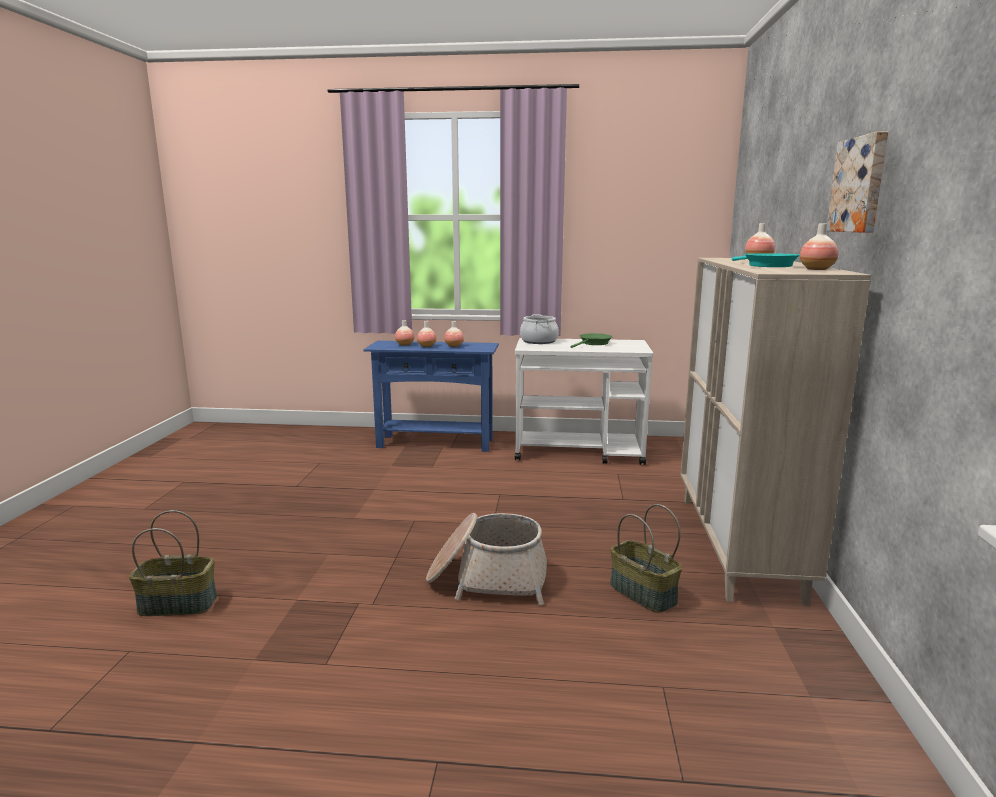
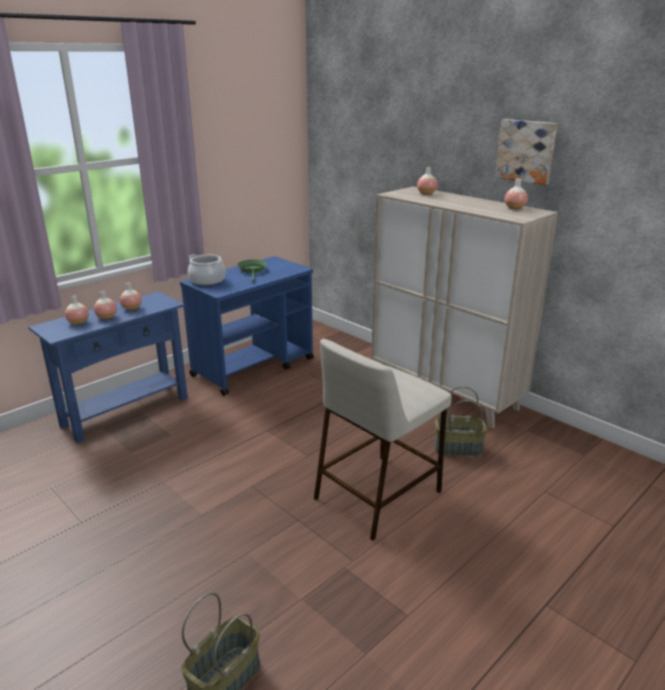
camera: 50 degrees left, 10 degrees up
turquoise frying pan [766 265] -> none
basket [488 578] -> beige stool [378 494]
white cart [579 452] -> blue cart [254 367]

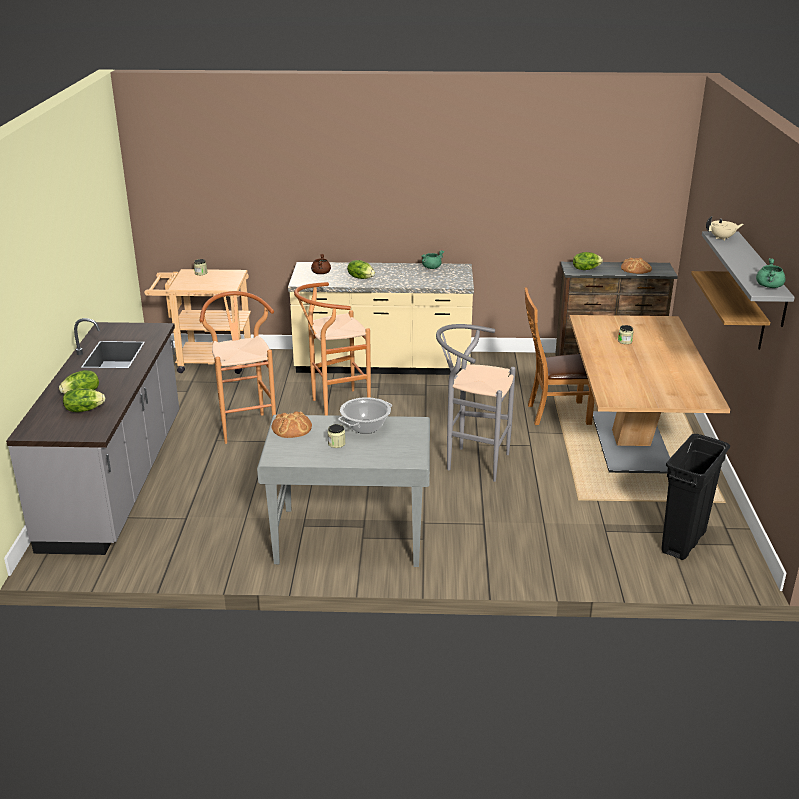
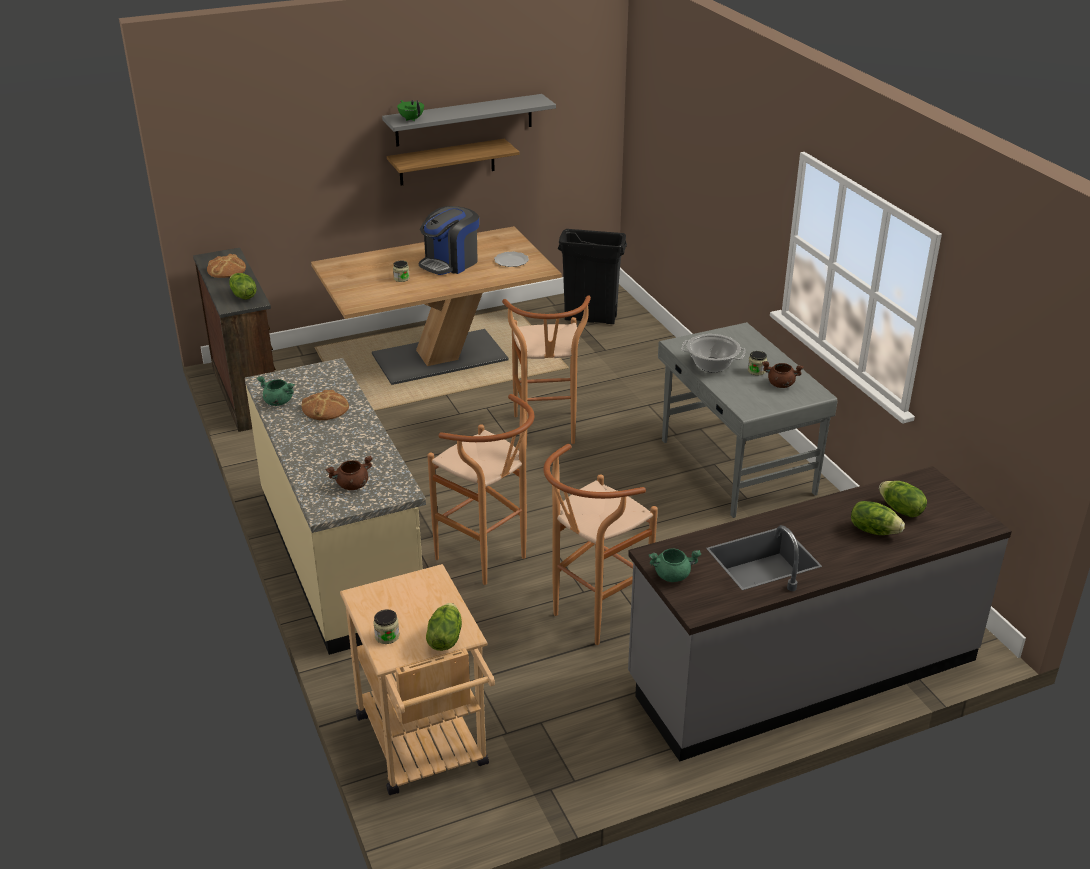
camera: 115 degrees left, 5 degrees up
brown chair [554 414] -> none
none -> coffee machine [450 263]
none -> plate [511 261]
none -> brown cooking pot [780 384]
bread [292 427] -> bread [325 408], move
lettuce [361 277] -> lettuce [444 639], move
green cooking pot [769 286] -> green cooking pot [672 575], move
grey stool [471 462] -> brown stool [547 433]
beige teapot [722 238] -> green teapot [411 119]

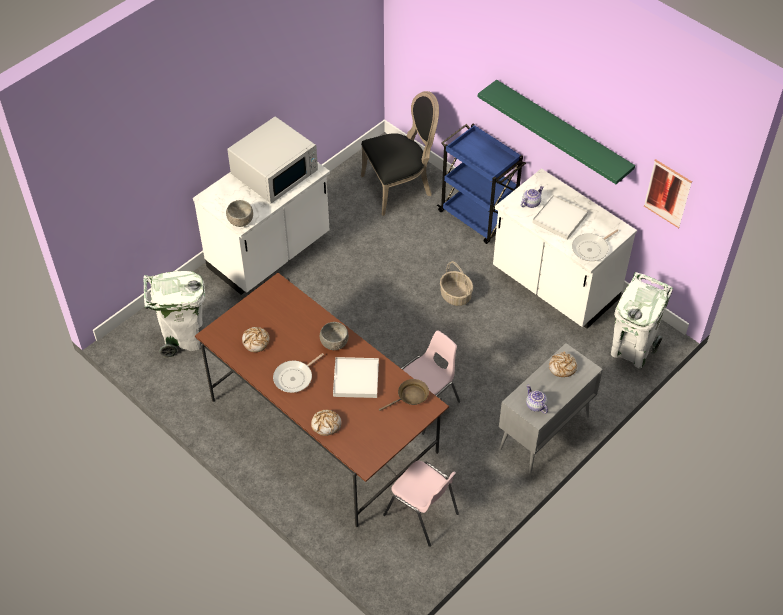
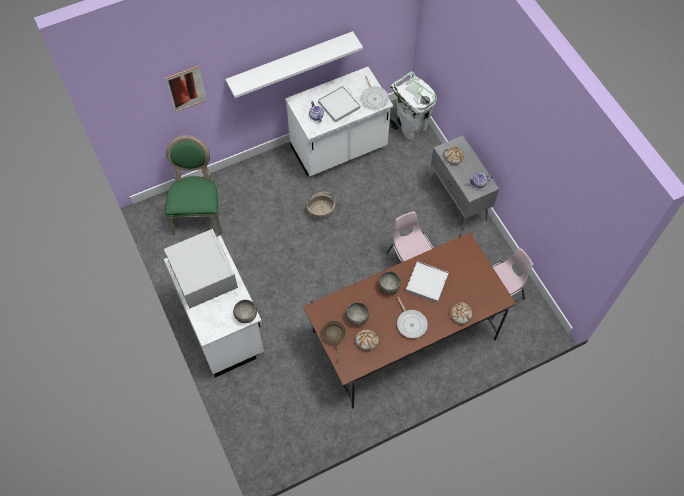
camera: 70 degrees left, 10 degrees up
white trash can [183 338] -> none
blue cart [478 217] -> none
none -> grey bowl [357 318]
brown frying pan [410 396] -> brown frying pan [334 336], move
picture [667 193] -> picture [186 88], move
black chair [400 187] -> green chair [198 212]
green shelf [562 132] -> white shelf [290 62]

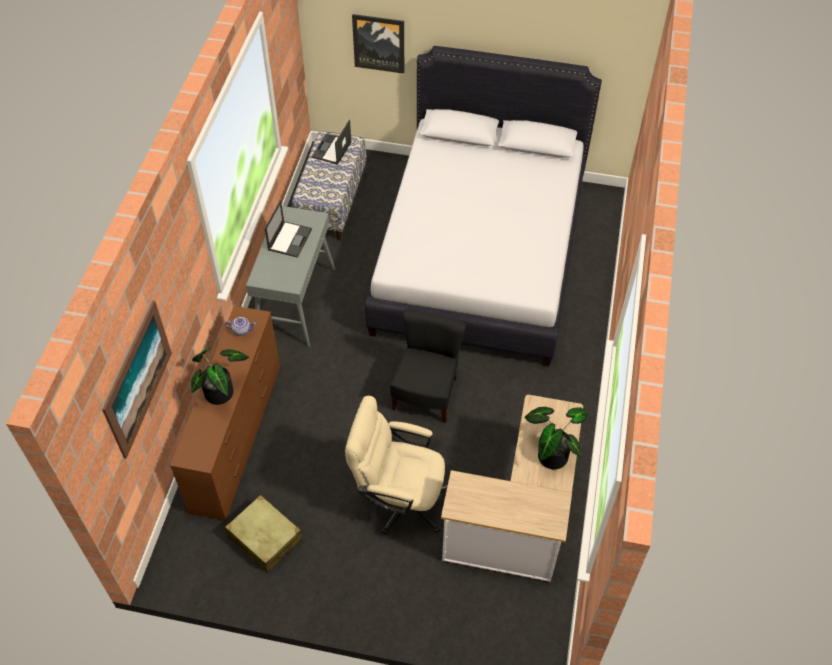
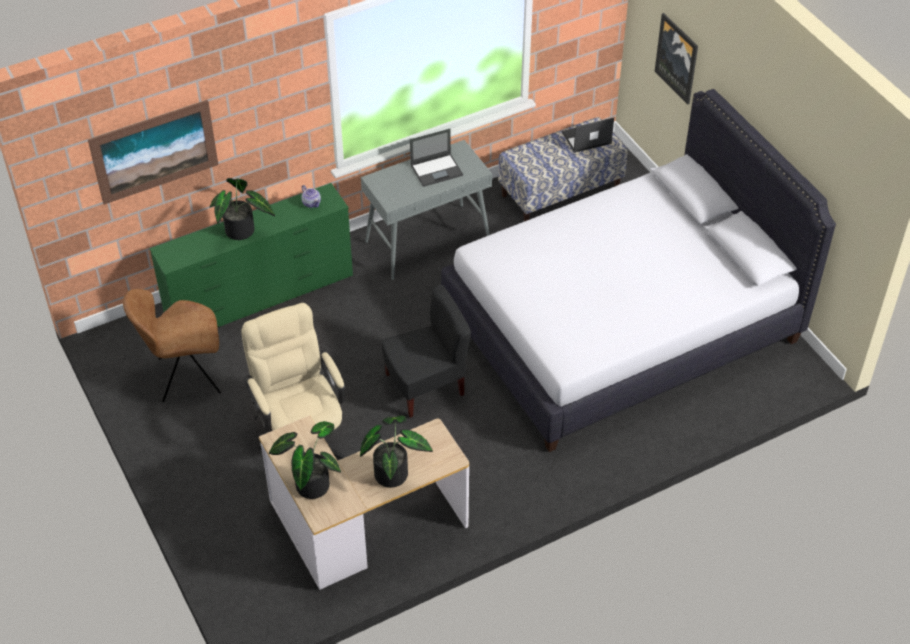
camera: 50 degrees right, 5 degrees down
none -> potted plant [310 482]
beige suitcase [265 538] -> brown chair [186 376]
brown dresser [237 436] -> green dresser [260 296]

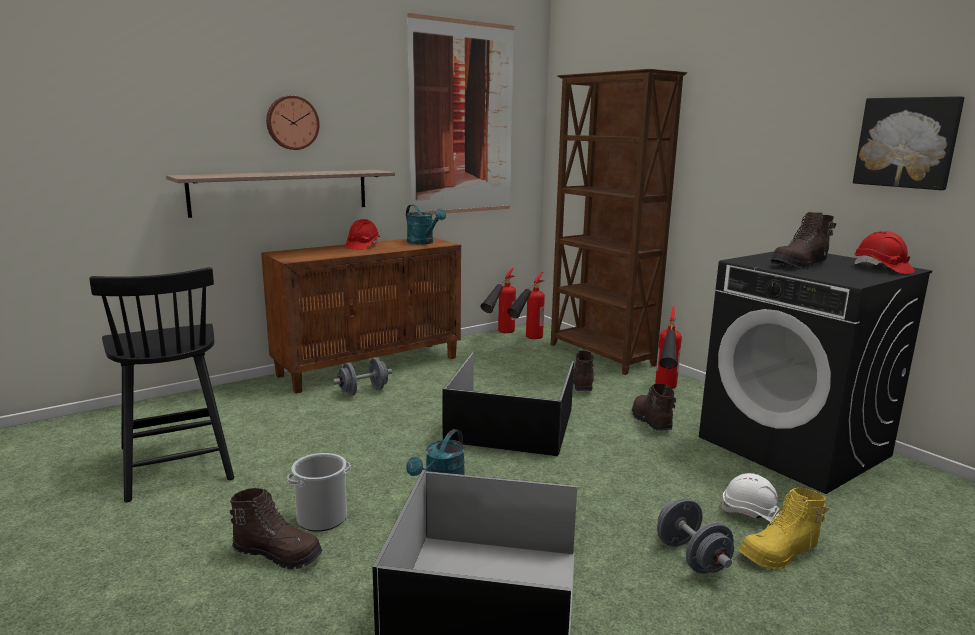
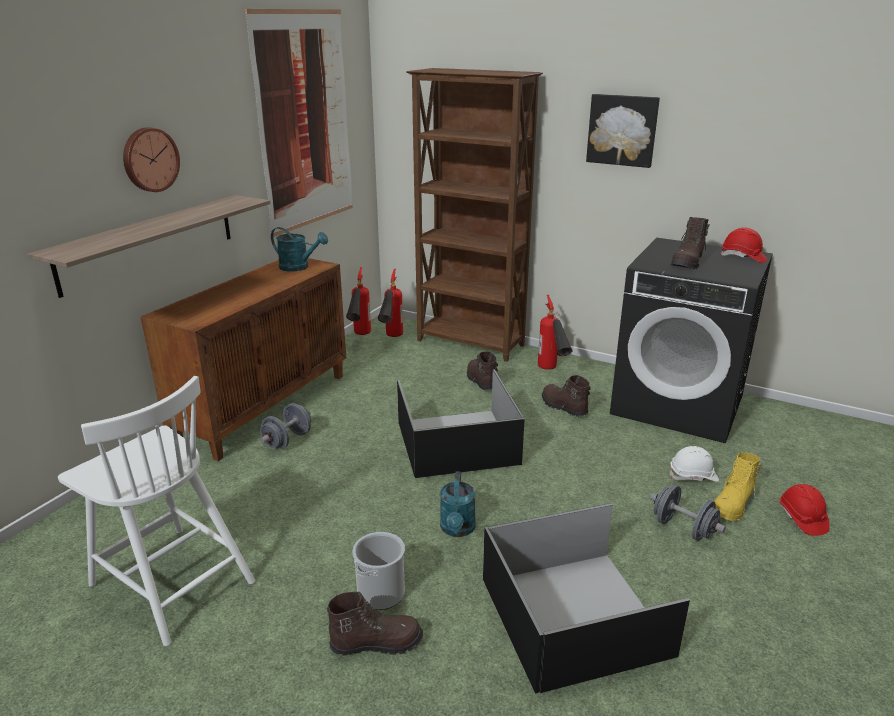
camera: 25 degrees left, 10 degrees up
red hard hat [362 246] -> red hard hat [802 518], move
picture [907 142] -> picture [622 130], move
black chair [176 461] -> white chair [170 581]

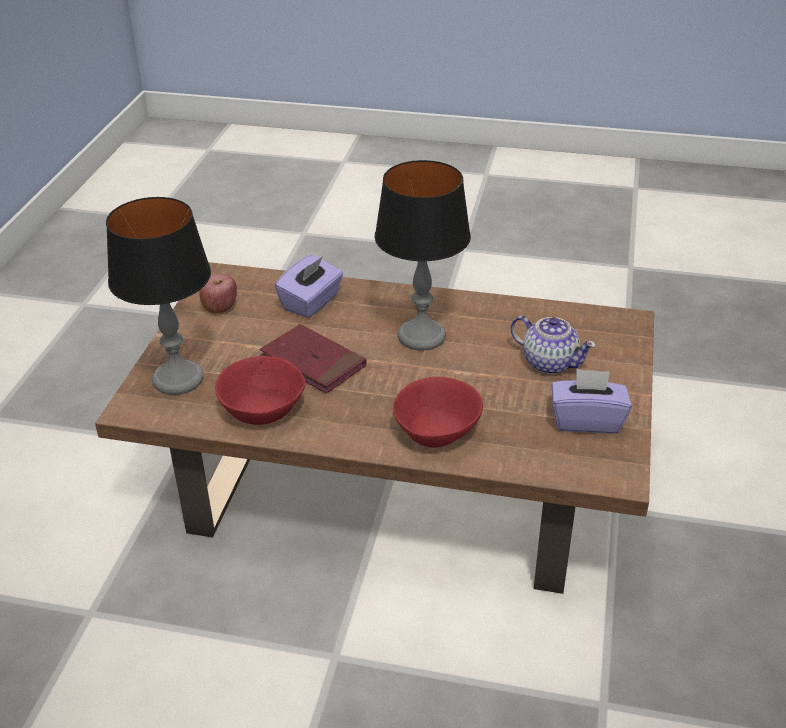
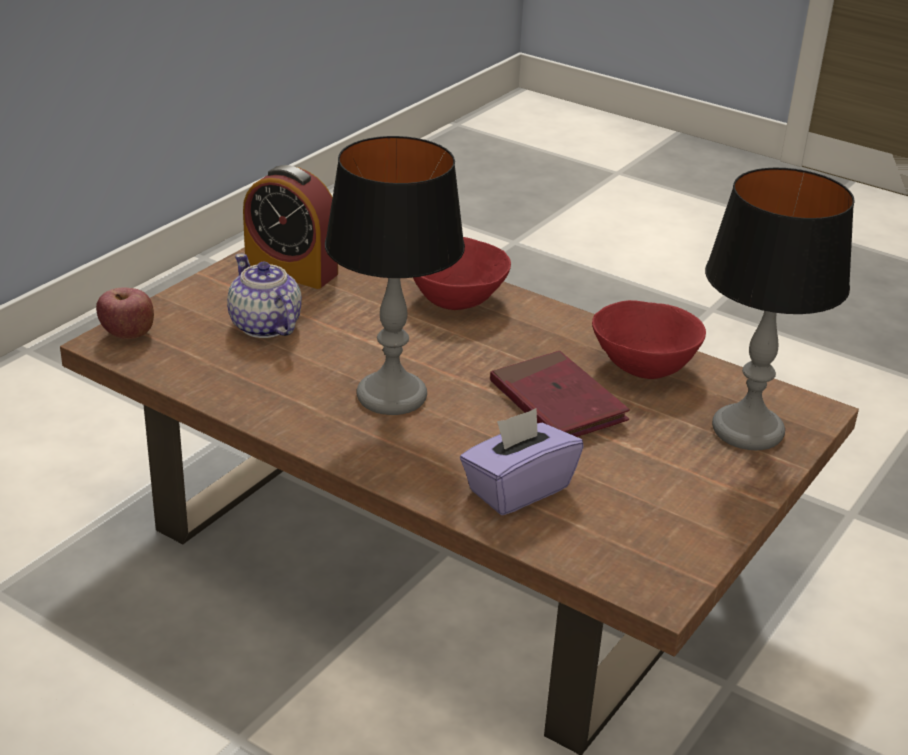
camera: 160 degrees left, 5 degrees down
apple [220 308] -> apple [128 334], move
purple tissue box [586 420] -> alarm clock [291 270]

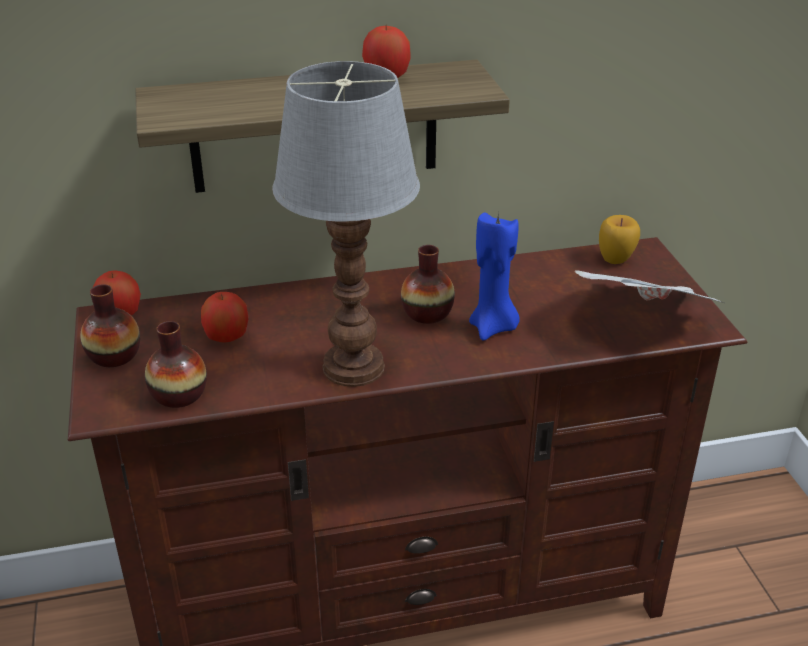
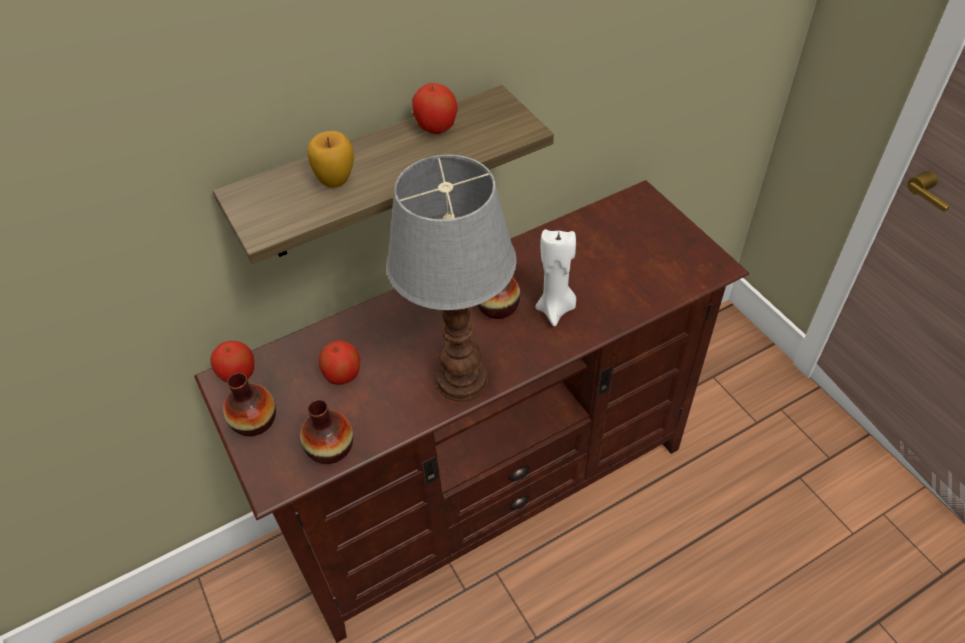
camera: 15 degrees left, 15 degrees up
newspaper [646 319] -> none
apple [616 260] -> apple [336 181], move
blue candle [493 328] -> white candle [556 309]

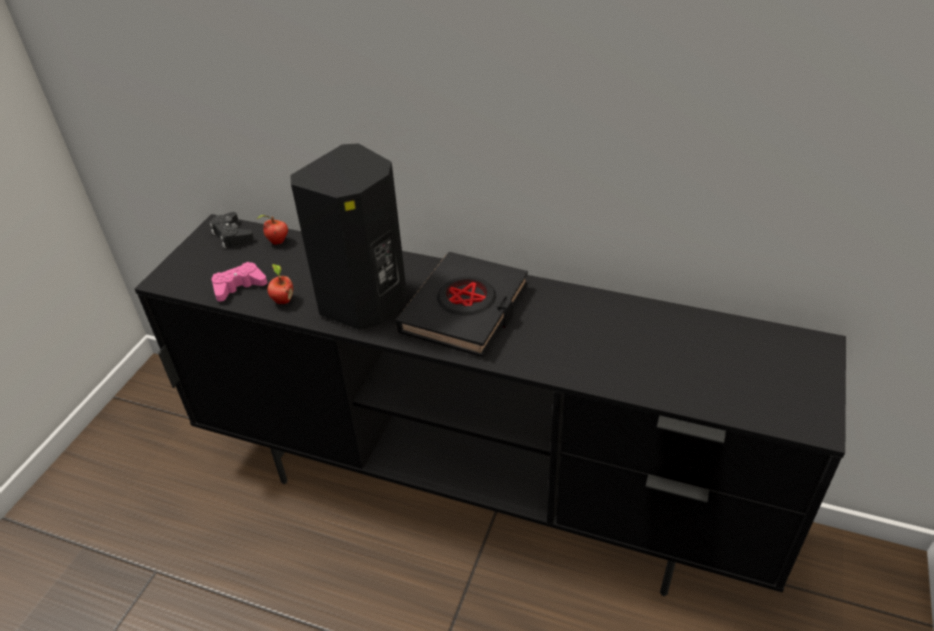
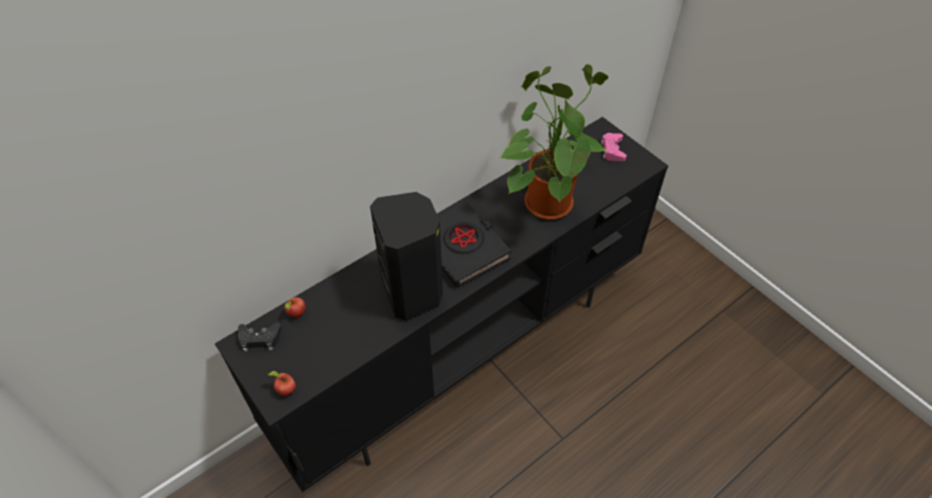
camera: 60 degrees left, 10 degrees up
none -> potted plant [545 199]
pink game controller [239 286] -> pink game controller [612 150], move
apple [282 300] -> apple [286 390], move

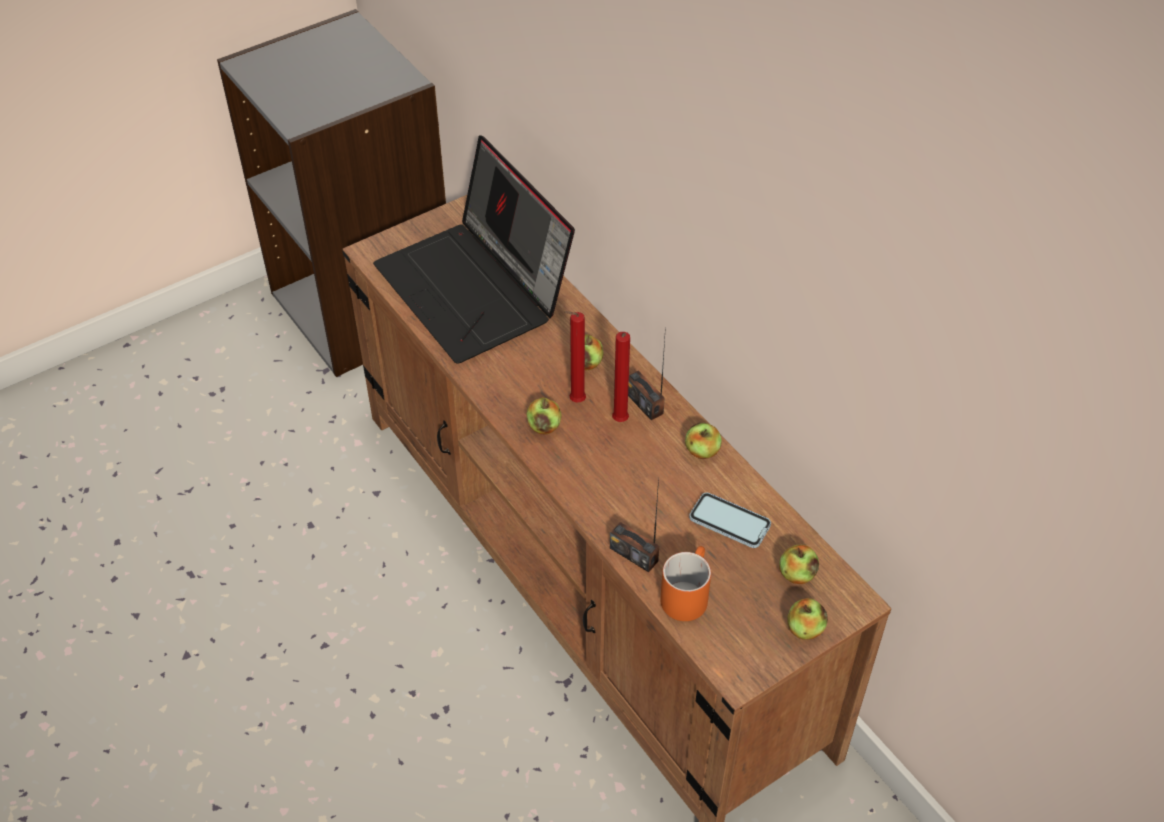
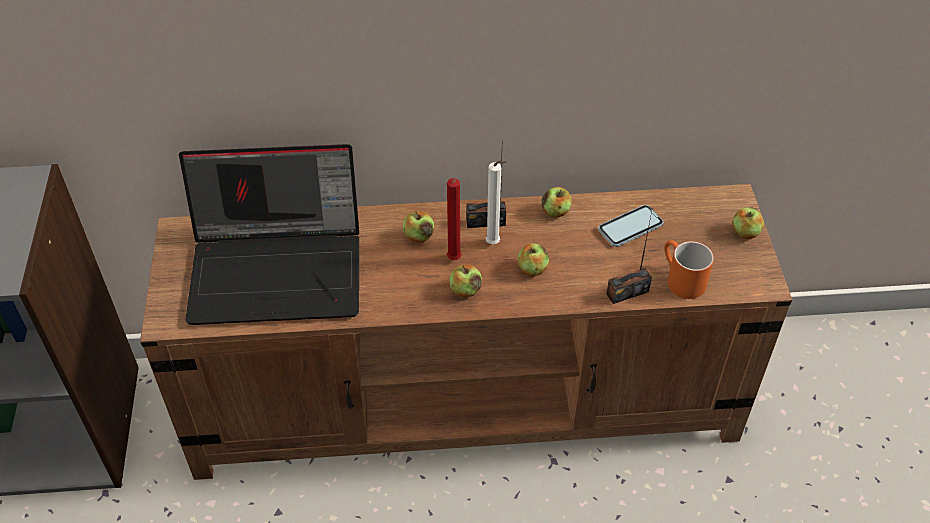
camera: 60 degrees left, 0 degrees up
apple [797 574] -> apple [532 269], move
red candle [619 422] -> white candle [494 244]

